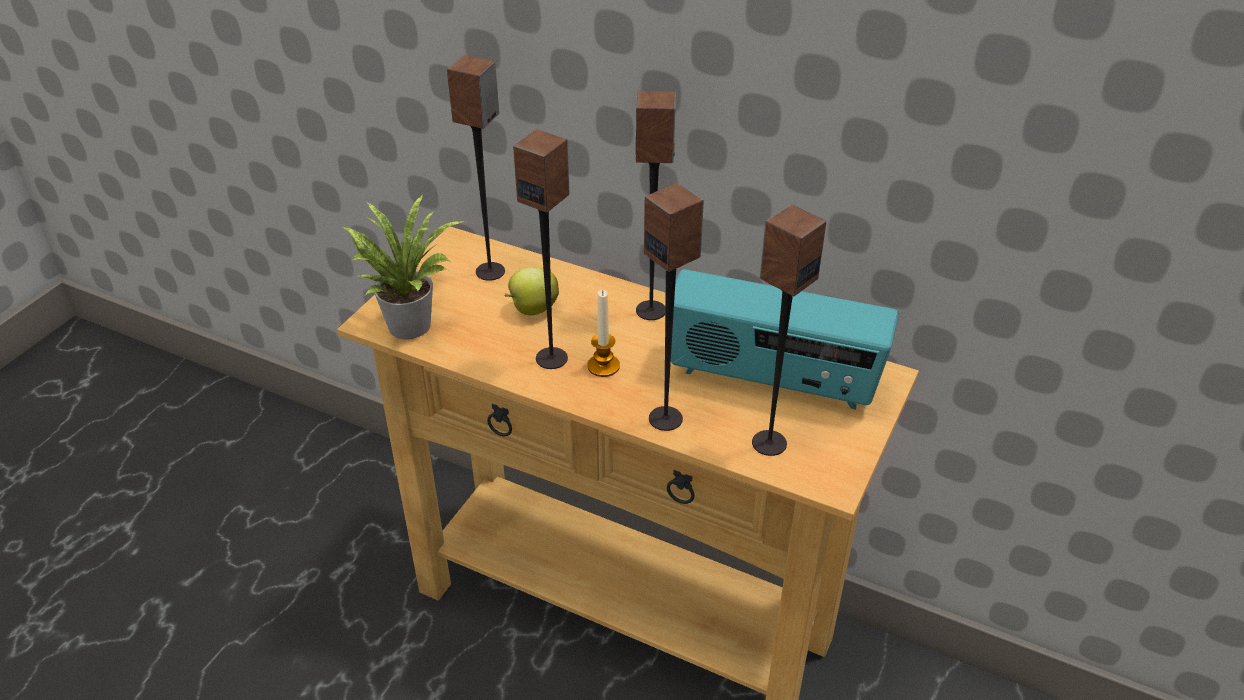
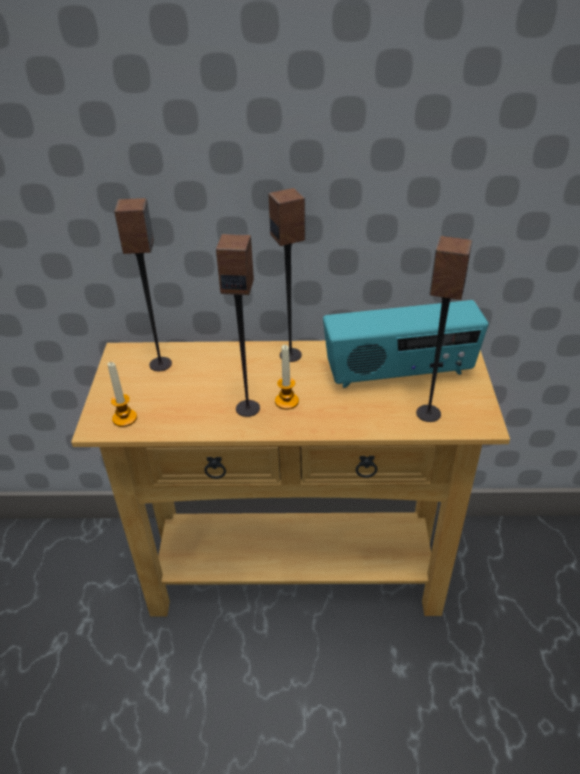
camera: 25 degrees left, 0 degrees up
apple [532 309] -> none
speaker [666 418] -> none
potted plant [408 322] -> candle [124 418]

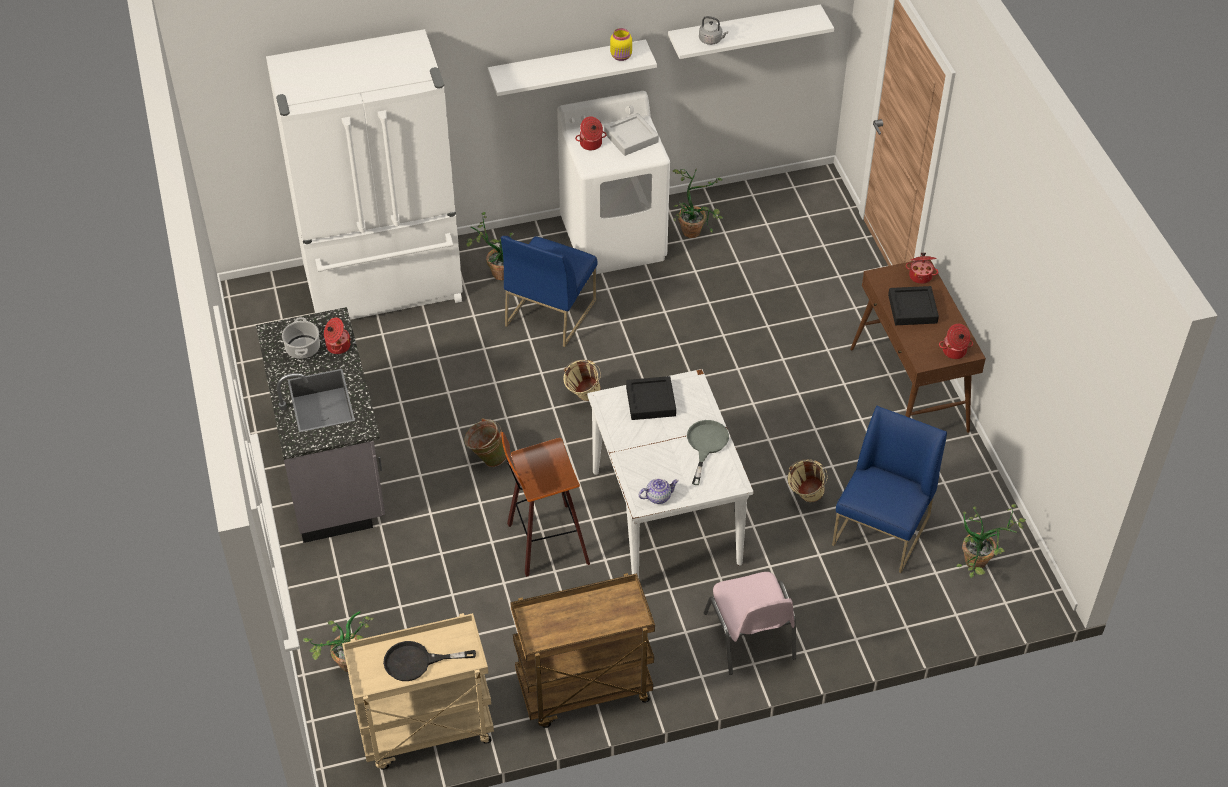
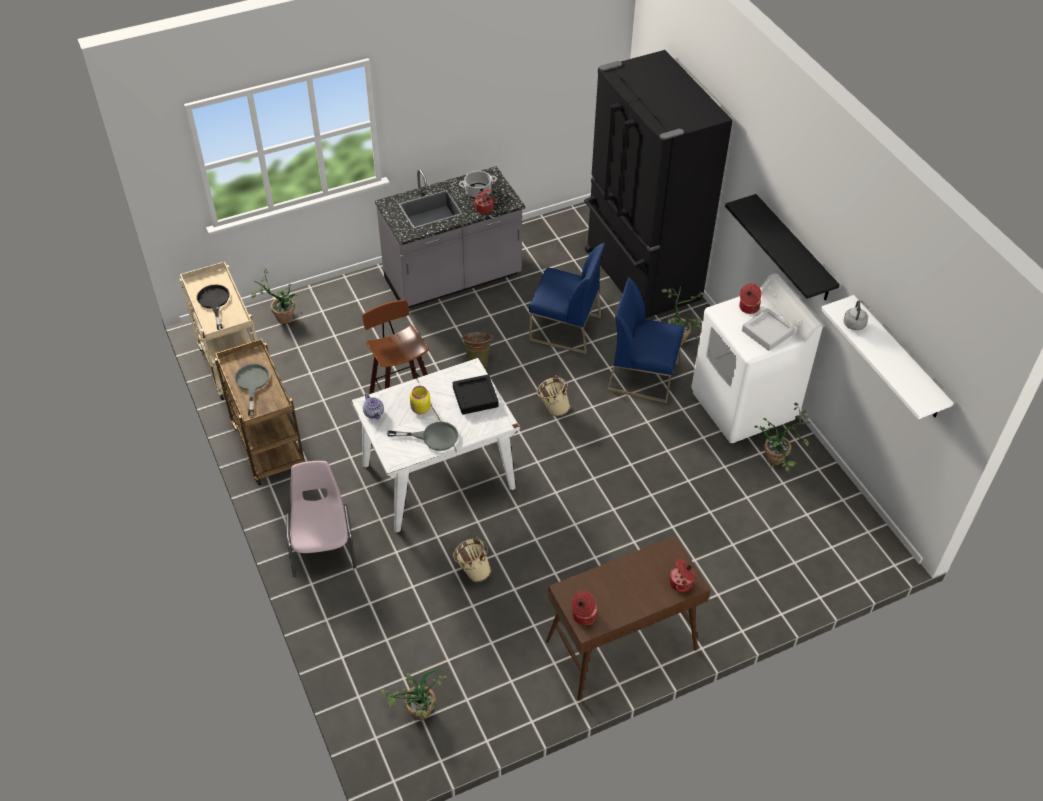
camera: 80 degrees right, 0 degrees up
black tray [912 309] -> none
none -> grey frying pan [252 384]
yellow jar [621 56] -> yellow jar [420 409], move
blue chair [881 531] -> blue chair [564 329], move
white fridge [385 287] -> black fridge [639 275]
white shelf [567 66] -> black shelf [793 249]
pink chair [750 637] -> pink chair [323 545], 105 degrees clockwise

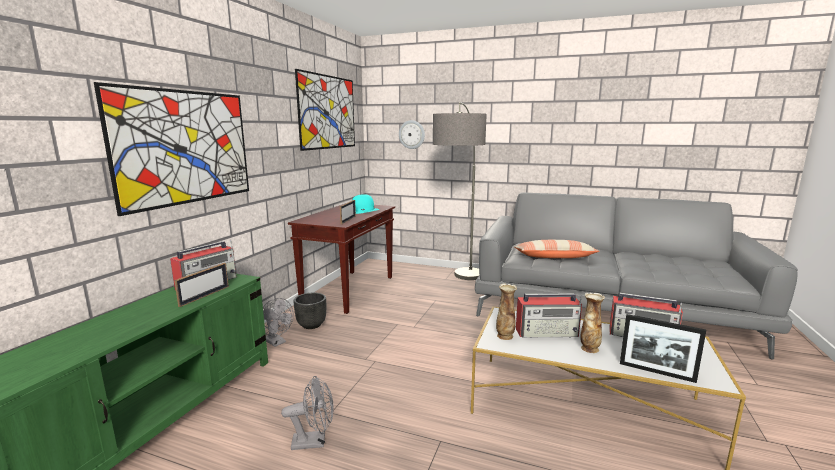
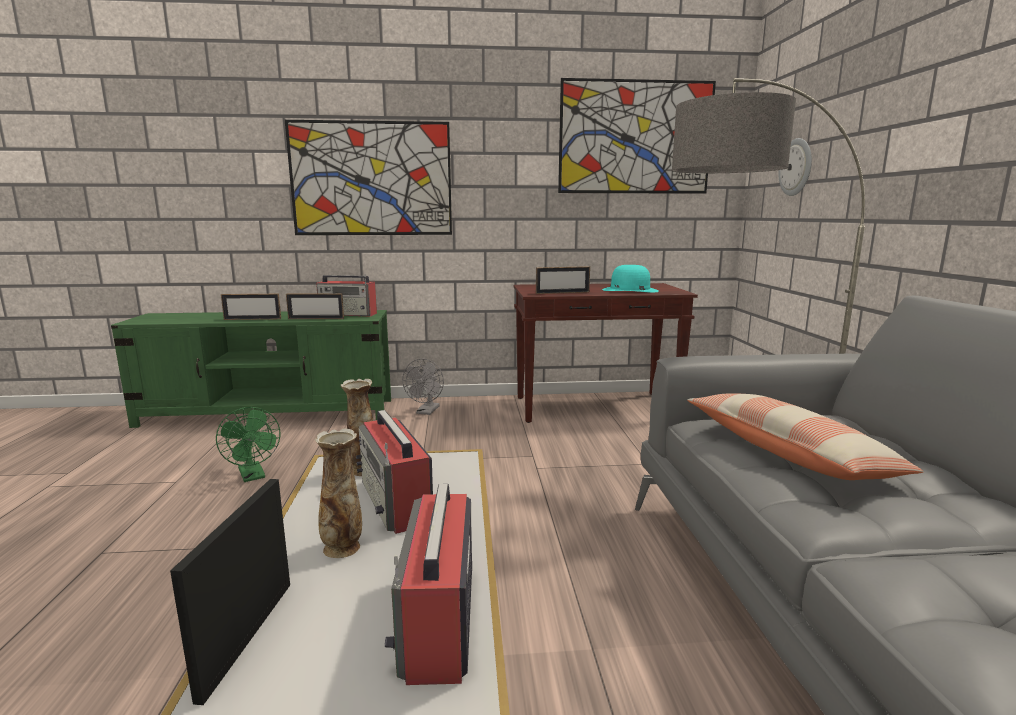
camera: 65 degrees right, 0 degrees up
black planter [311 325] -> none
none -> picture frame [252 319]
grey fan [314 441] -> green fan [253 476]

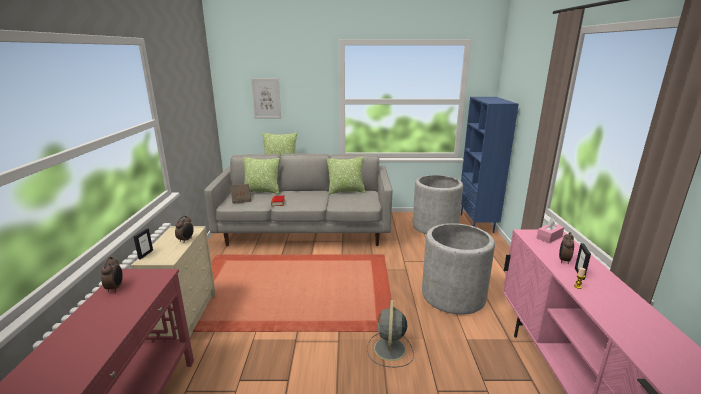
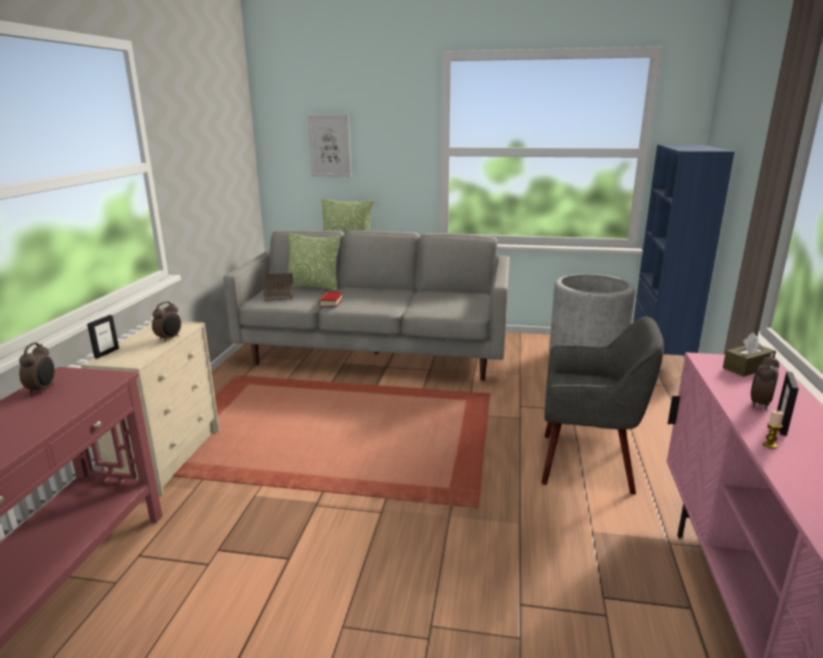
camera: 10 degrees right, 0 degrees up
pillow [346 191] -> none
grey fan [389 350] -> none
grey planter [453 295] -> grey armchair [588 463]
pink tissue box [549 237] -> brown tissue box [747 368]

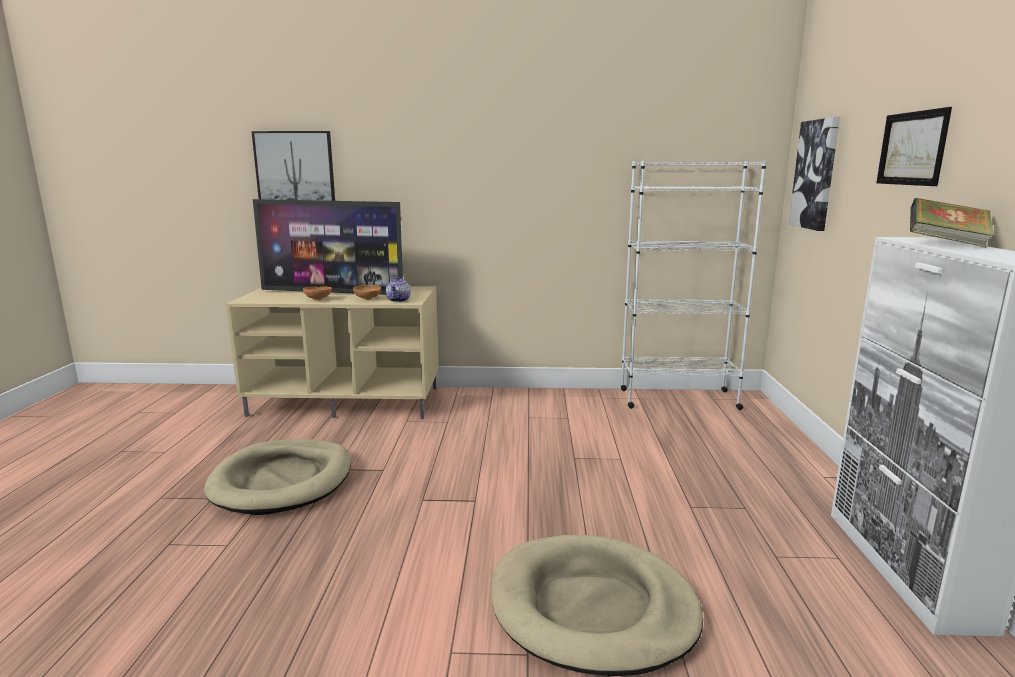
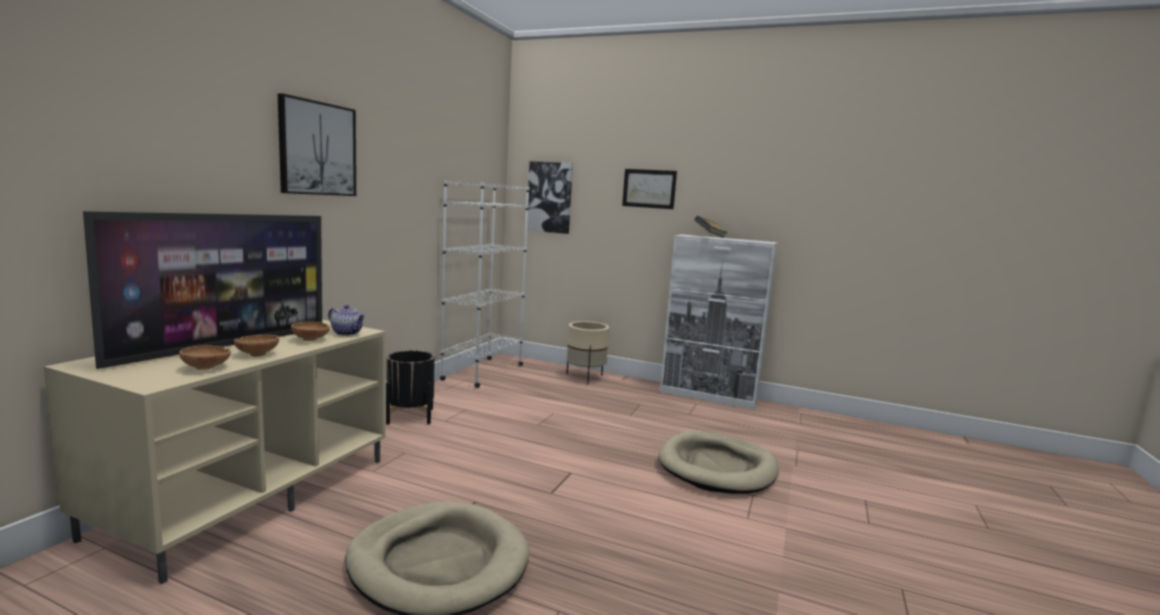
camera: 70 degrees left, 5 degrees down
none -> brown bowl [207 368]
none -> black planter [410 416]
none -> beige planter [585 378]
picture [295 171] -> picture [317 149], move

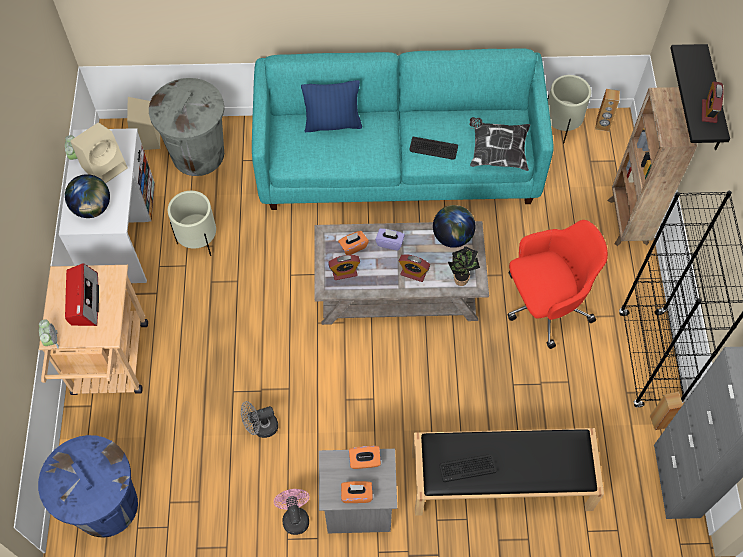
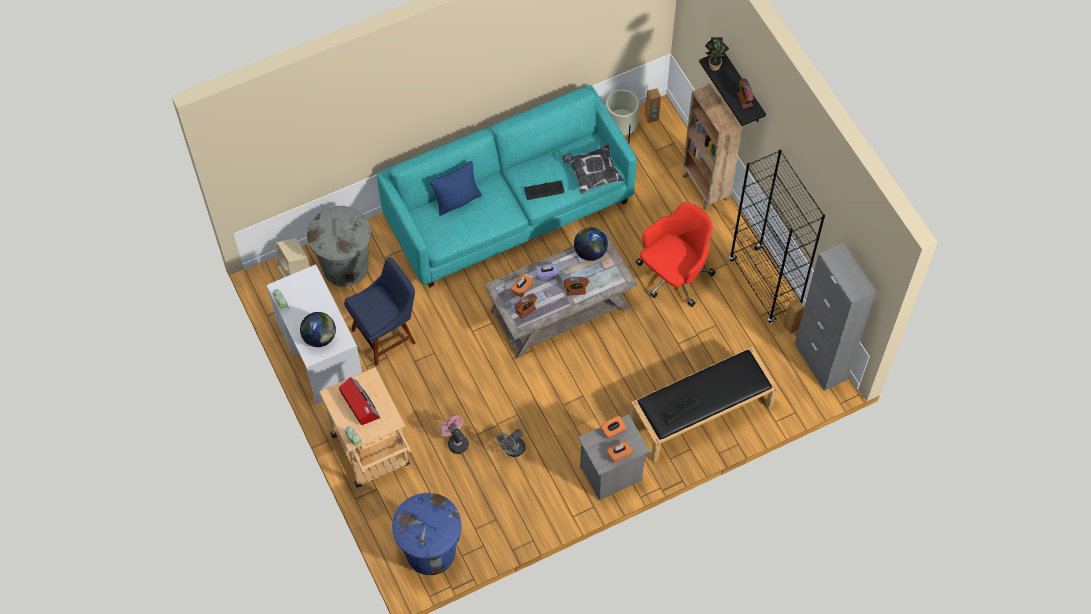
camera: 25 degrees left, 0 degrees up
beige speaker [105 166] -> none
pink fan [295 516] -> pink fan [456 441], move
potted plant [461 278] -> potted plant [714 64], move
beige planter [198 241] -> blue chair [386 335]

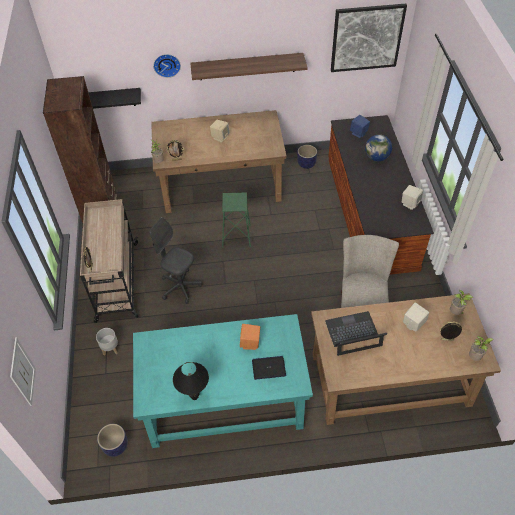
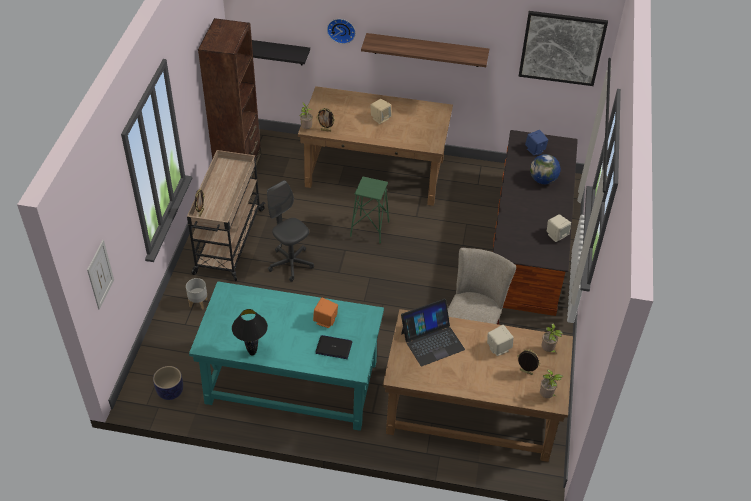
camera: 15 degrees right, 5 degrees down
planter [306 164] -> none
laptop [353 334] -> laptop [432 341], 150 degrees clockwise

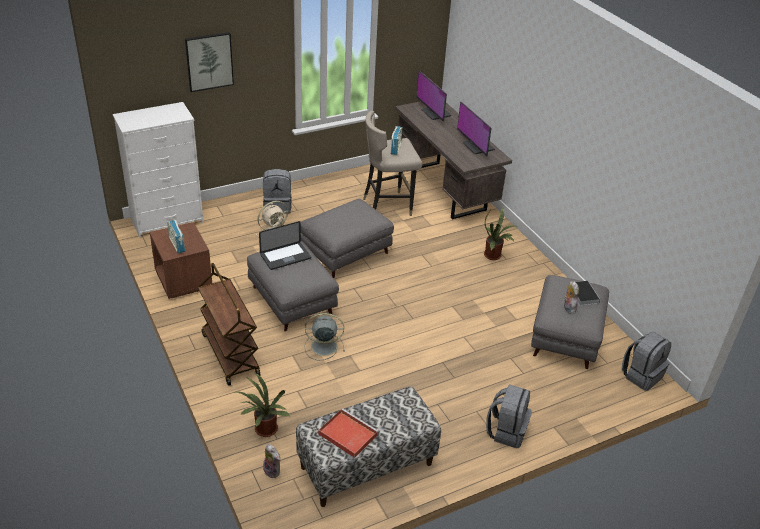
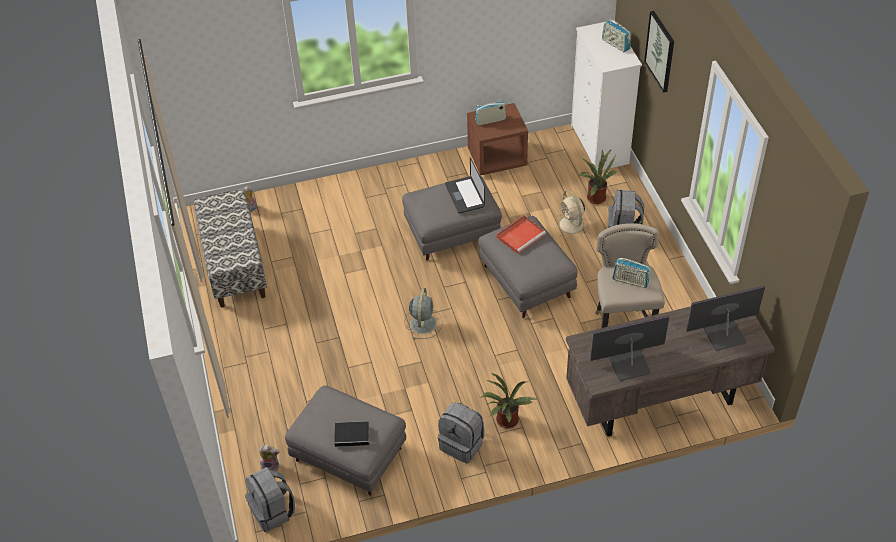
camera: 105 degrees right, 10 degrees up
brown cart [230 354] -> none
none -> radio [615 44]
potted plant [264 430] -> potted plant [595 197], move
grey fan [323 346] -> grey fan [423 323], move
red tray [346 434] -> red tray [521 235], move
grey backpack [506 431] -> grey backpack [462 444], move
plush toy [568 308] -> plush toy [271 466], move

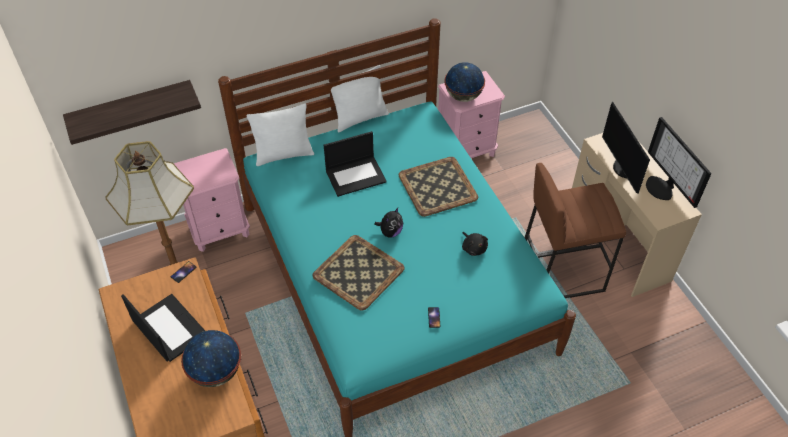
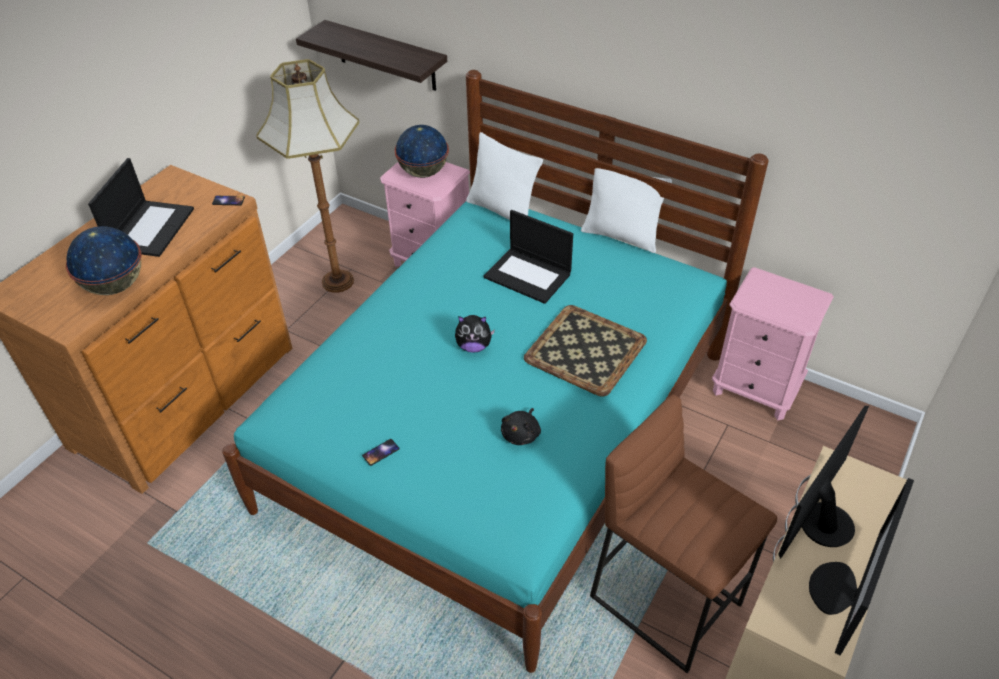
camera: 55 degrees right, 5 degrees down
tray [358 271] -> none
globe [463 96] -> globe [423 172], move

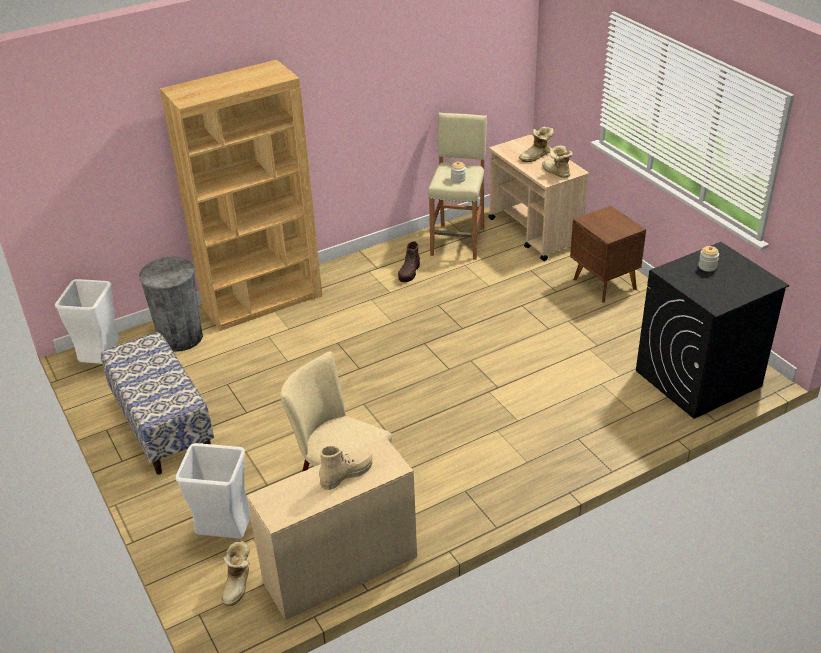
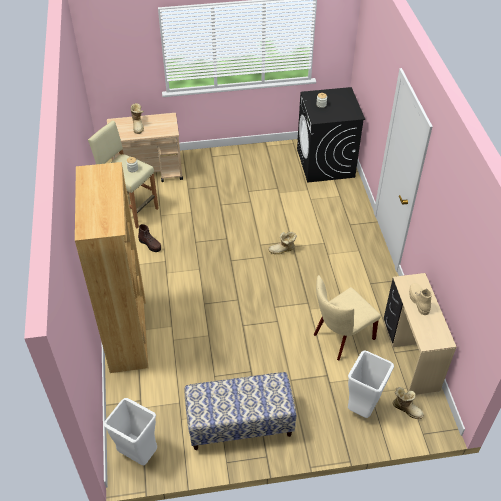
camera: 70 degrees left, 10 degrees up
grey trash can [180 337] -> none
brown nightstand [604 284] -> none
boot [556 173] -> boot [282 250], move

